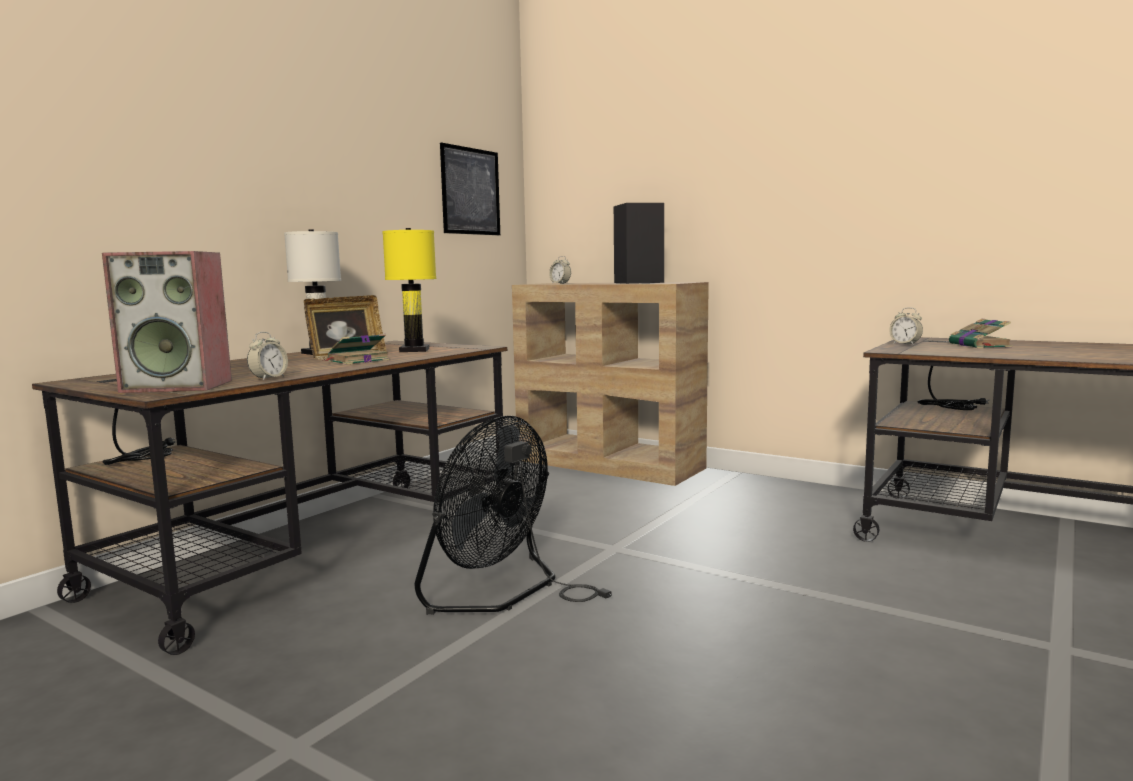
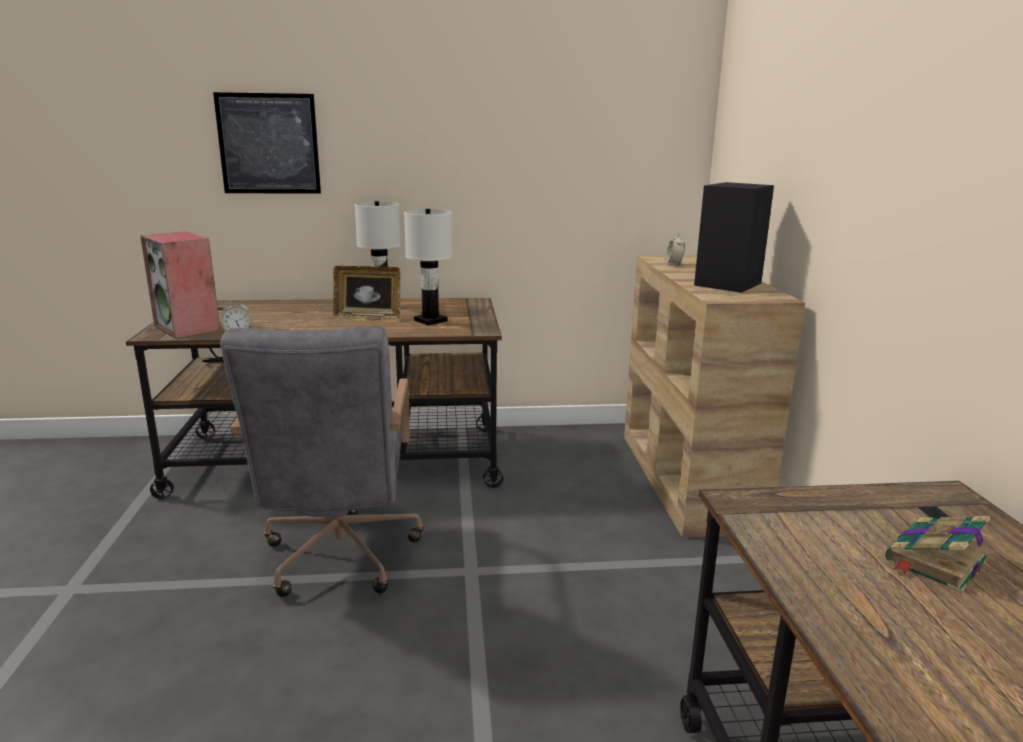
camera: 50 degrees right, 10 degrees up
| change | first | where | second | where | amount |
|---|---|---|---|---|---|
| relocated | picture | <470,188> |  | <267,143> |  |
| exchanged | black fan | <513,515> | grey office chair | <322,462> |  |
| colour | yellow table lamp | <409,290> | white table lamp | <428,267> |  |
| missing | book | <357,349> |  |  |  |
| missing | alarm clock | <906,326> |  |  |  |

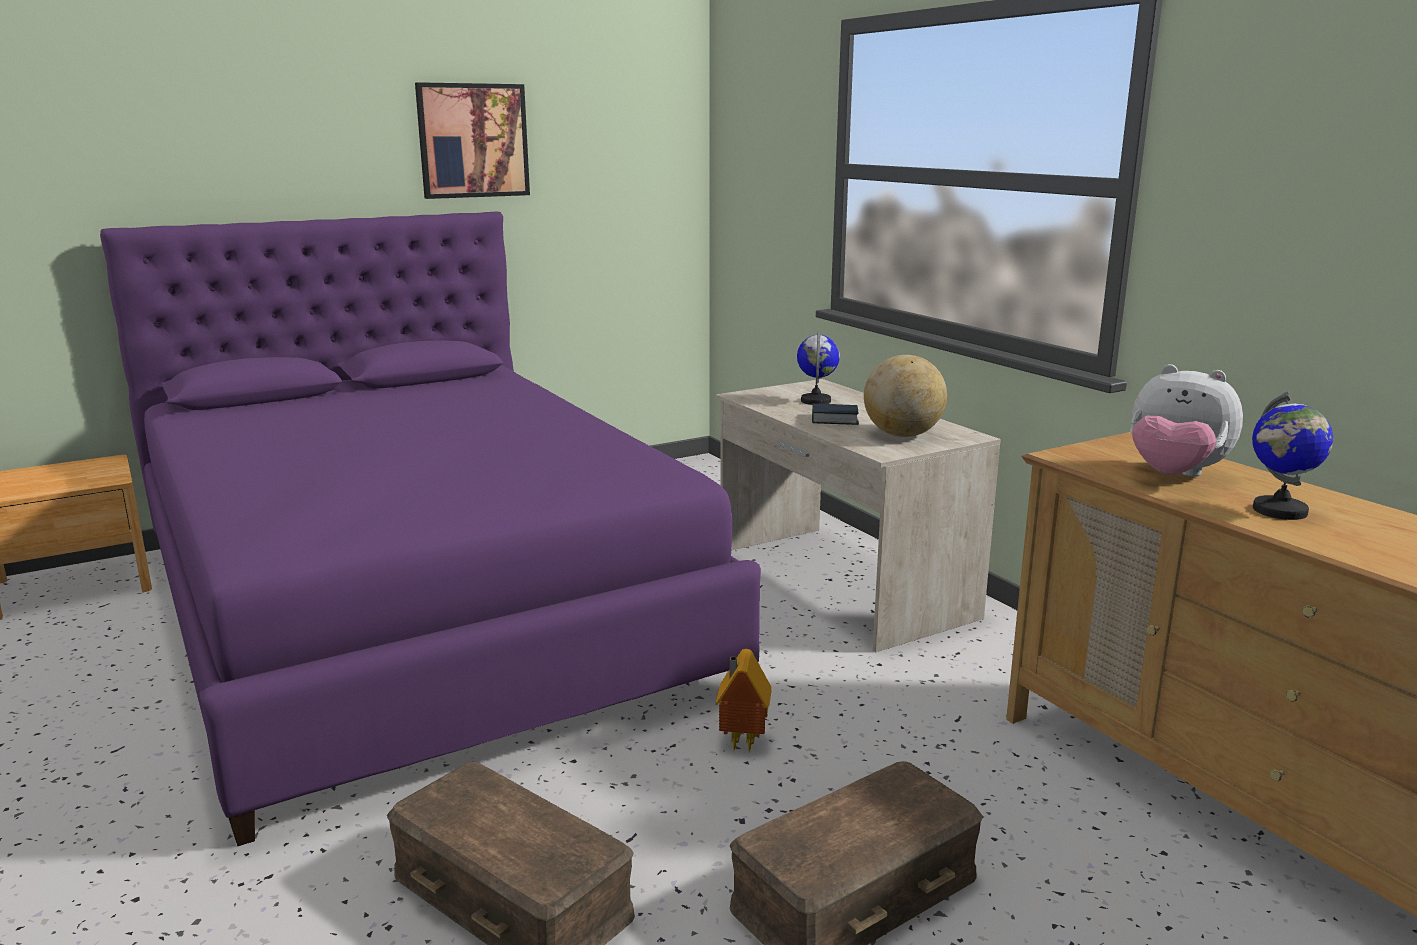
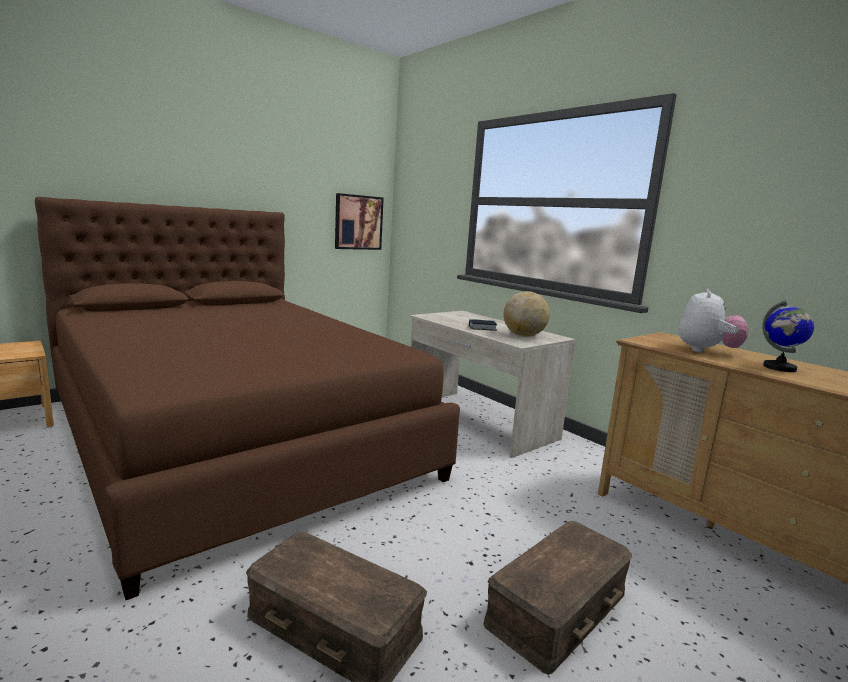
camera: 10 degrees left, 5 degrees down
| change | first | where | second | where | amount |
|---|---|---|---|---|---|
| colour | purple bed | <430,529> | brown bed | <247,398> |  |
| relocated | picture | <472,140> |  | <359,221> |  |
| spun | plush toy | <1186,420> |  | <713,320> | 90 degrees counterclockwise |
| missing | toy house | <743,700> |  |  |  |
| missing | globe | <818,368> |  |  |  |

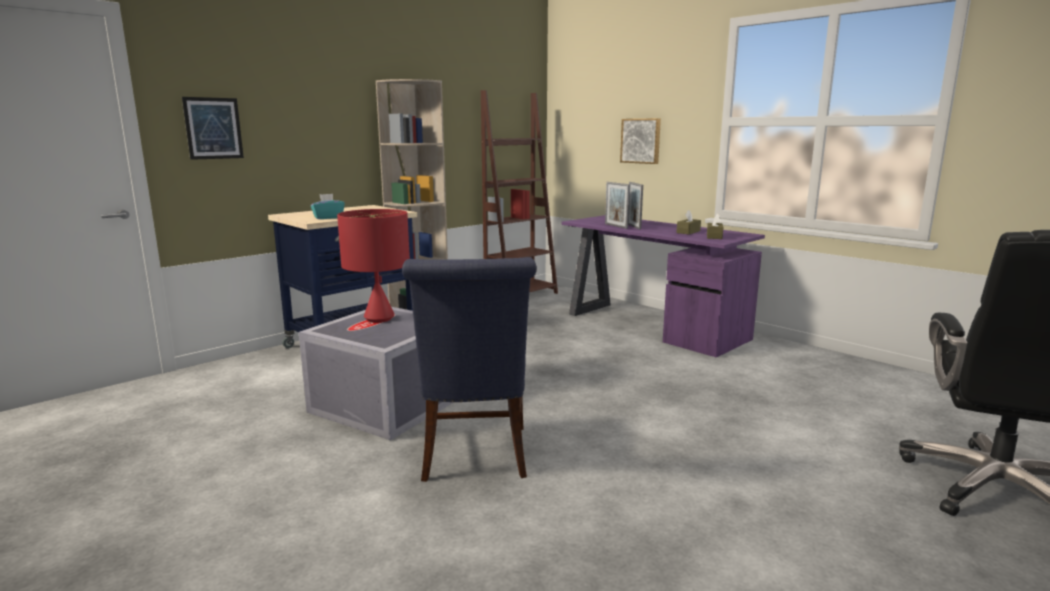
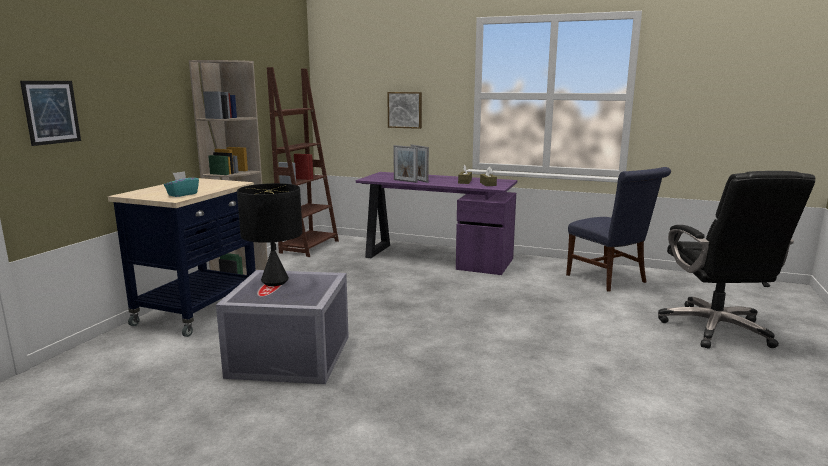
camera: 25 degrees left, 0 degrees up
| change | first | where | second | where | amount |
|---|---|---|---|---|---|
| colour | red table lamp | <373,266> | black table lamp | <269,234> |  |
| relocated | blue chair | <469,369> |  | <618,229> |  |

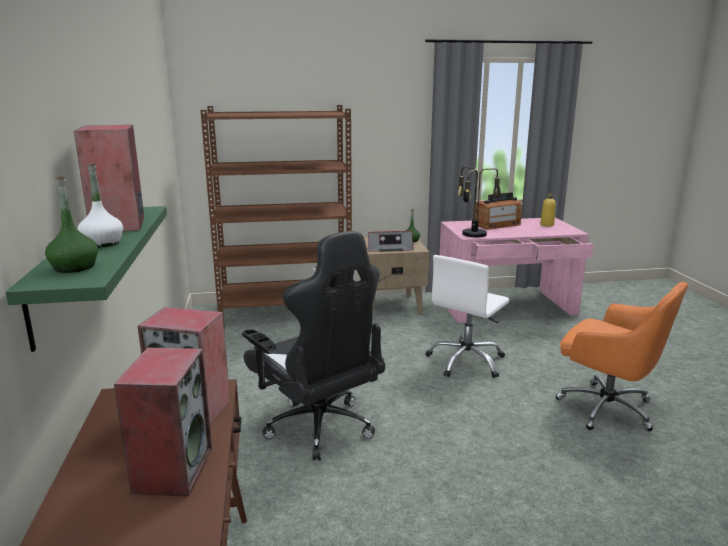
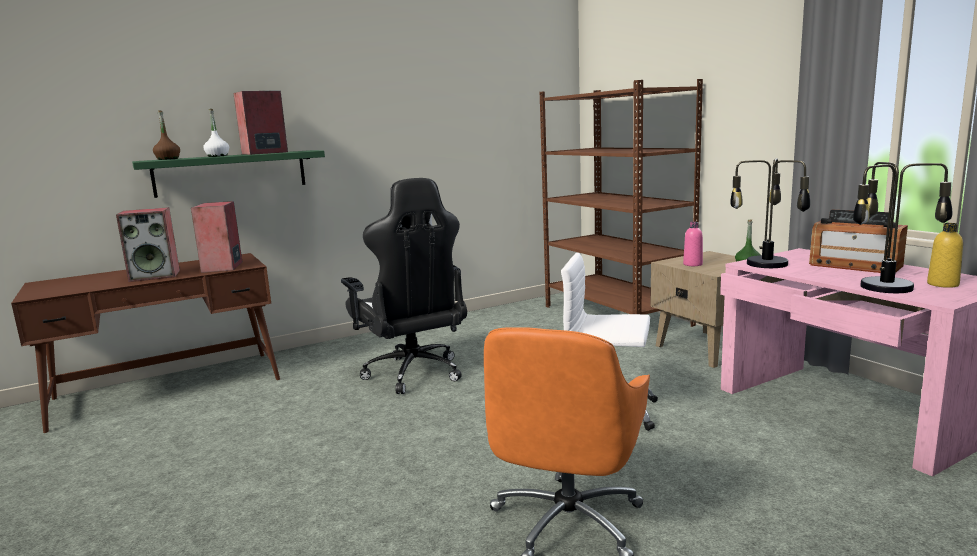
camera: 70 degrees right, 5 degrees down
| change | first | where | second | where | amount |
|---|---|---|---|---|---|
| colour | green bottle | <71,225> | brown bottle | <166,135> |  |
| spun | black office chair | <313,346> |  | <404,286> | 60 degrees counterclockwise |
| exchanged | radio | <391,241> | pink bottle | <693,244> |  |
| appeared |  |  | table lamp | <902,227> |  |

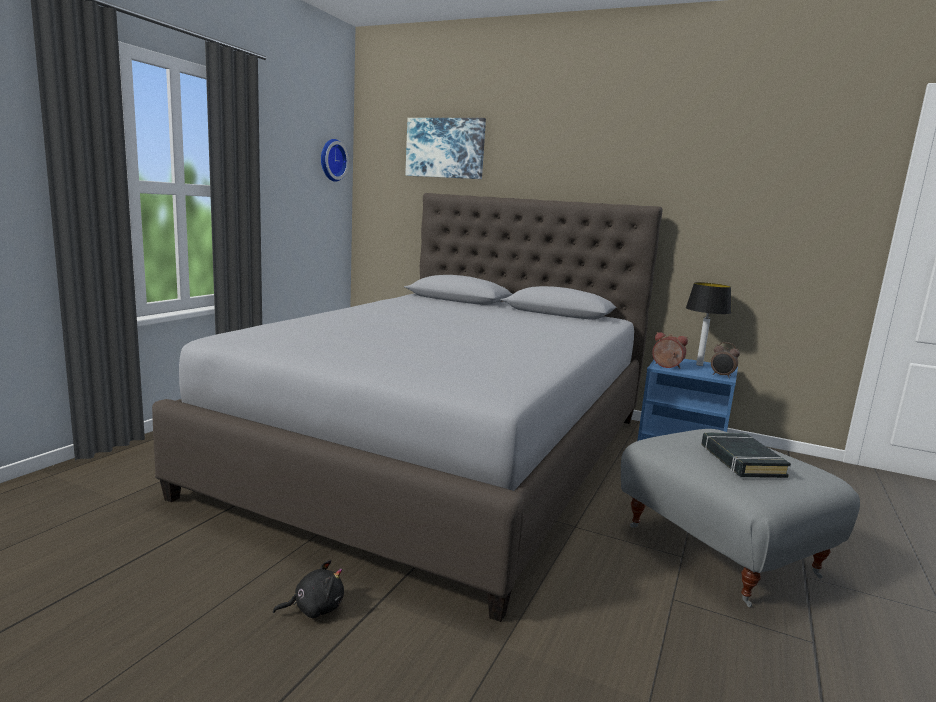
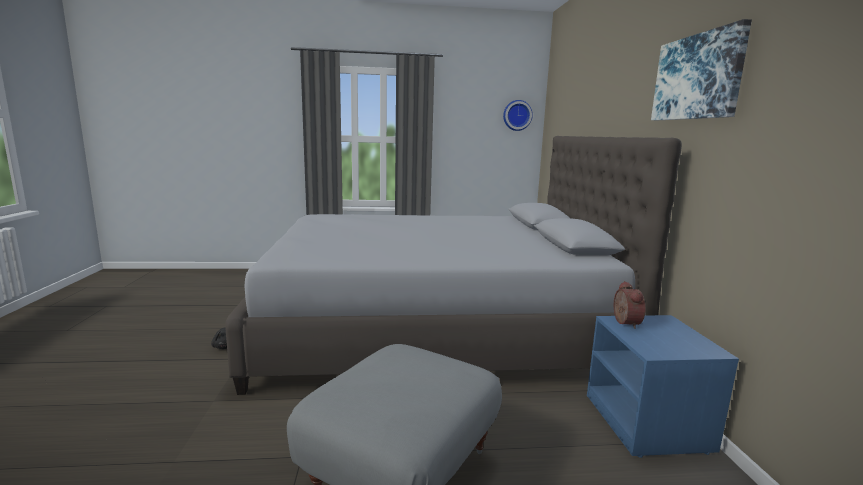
camera: 60 degrees right, 0 degrees up
| change | first | where | second | where | amount |
|---|---|---|---|---|---|
| relocated | picture | <445,148> |  | <701,69> |  |
| missing | table lamp | <709,324> |  |  |  |
| missing | black book | <746,455> |  |  |  |
| missing | alarm clock | <725,360> |  |  |  |

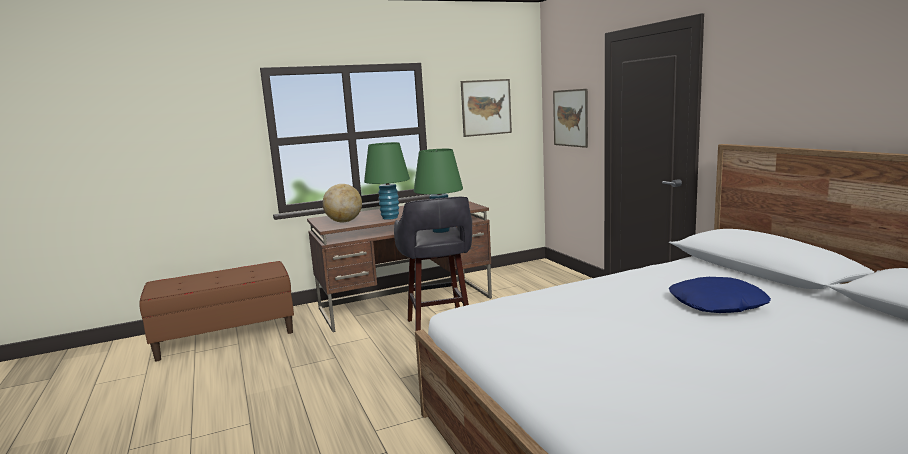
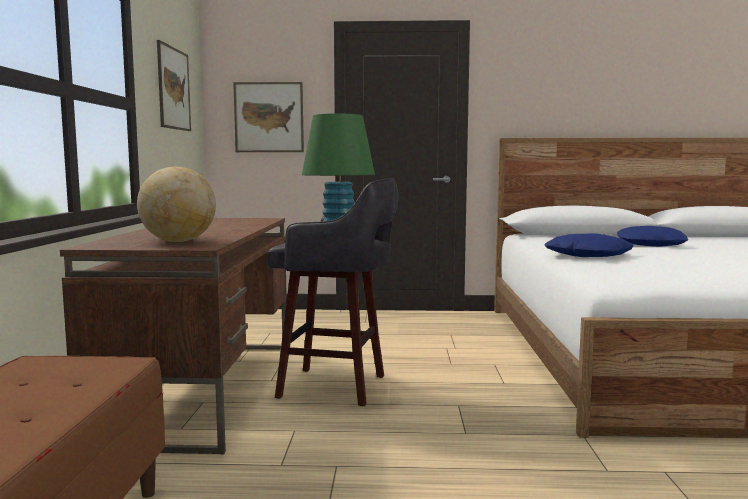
camera: 65 degrees left, 5 degrees down
| change | first | where | second | where | amount |
|---|---|---|---|---|---|
| appeared |  |  | blue pillow | <589,245> |  |
| missing | green table lamp | <387,181> |  |  |  |

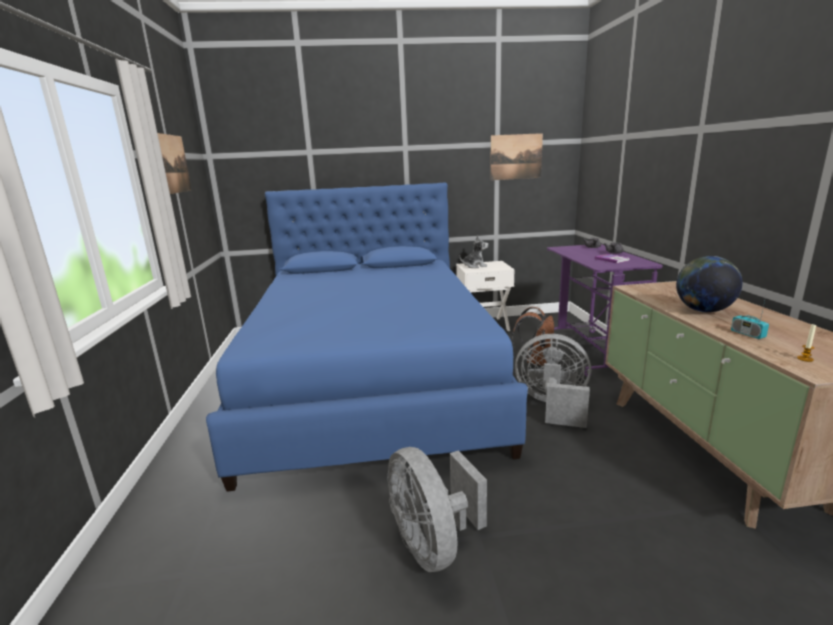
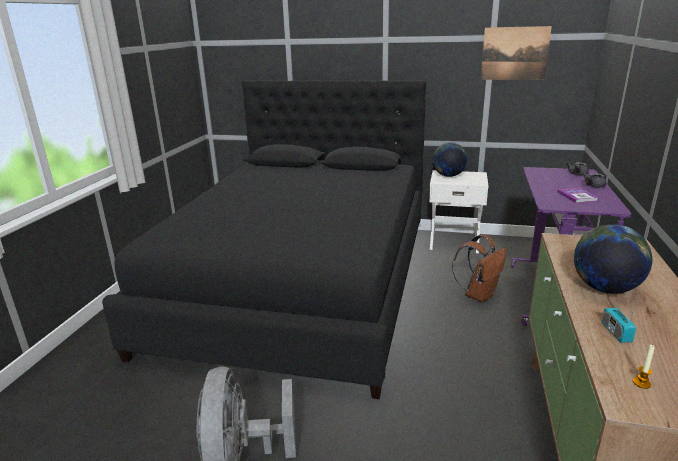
camera: 20 degrees right, 5 degrees up
| change | first | where | second | where | amount |
|---|---|---|---|---|---|
| colour | blue bed | <367,337> | black bed | <264,239> |  |
| exchanged | plush toy | <474,252> | globe | <450,159> |  |
| missing | picture | <174,163> |  |  |  |
| missing | grey fan | <553,381> |  |  |  |

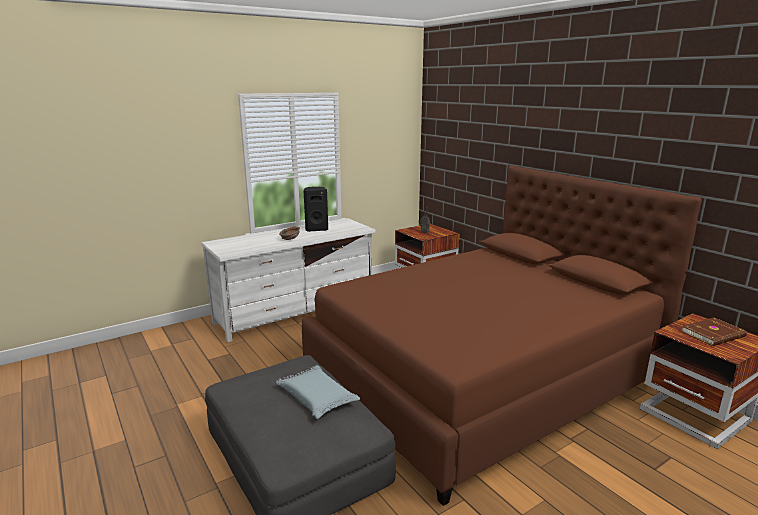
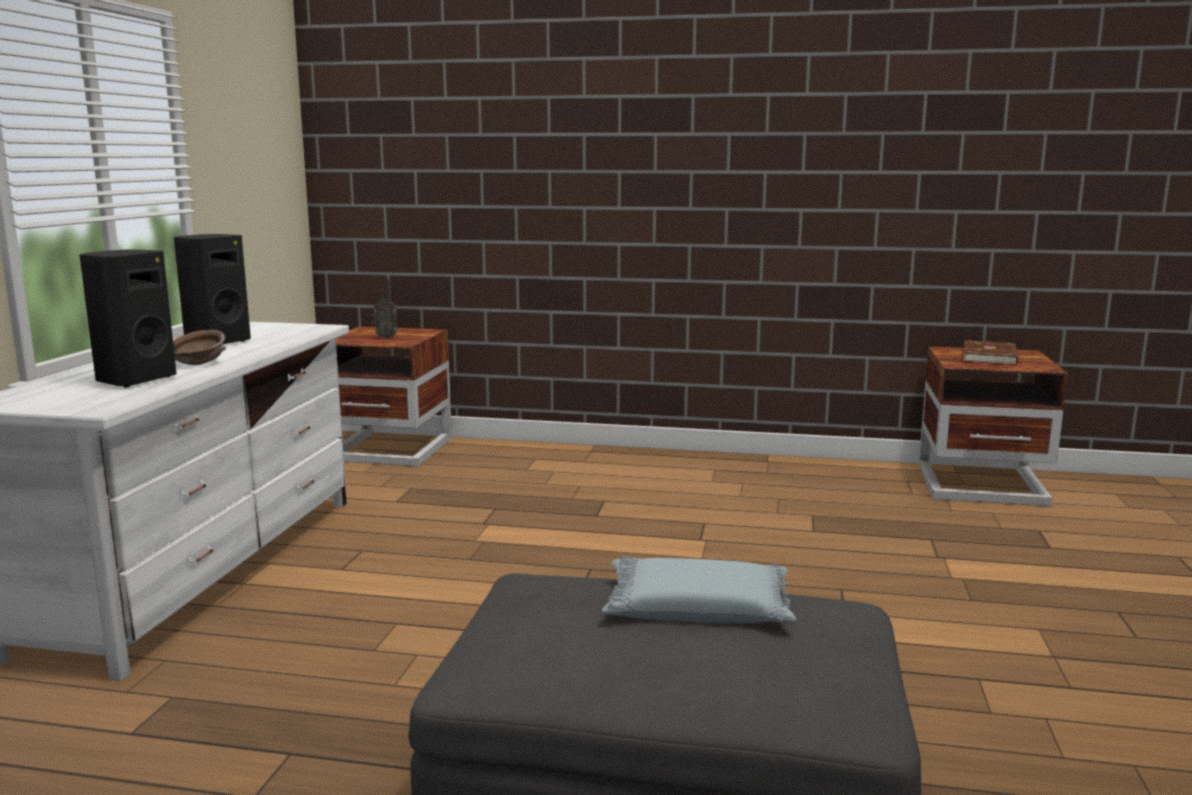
camera: 45 degrees left, 5 degrees down
| change | first | where | second | where | amount |
|---|---|---|---|---|---|
| appeared |  |  | black speaker | <128,318> |  |
| missing | brown bed | <502,336> |  |  |  |

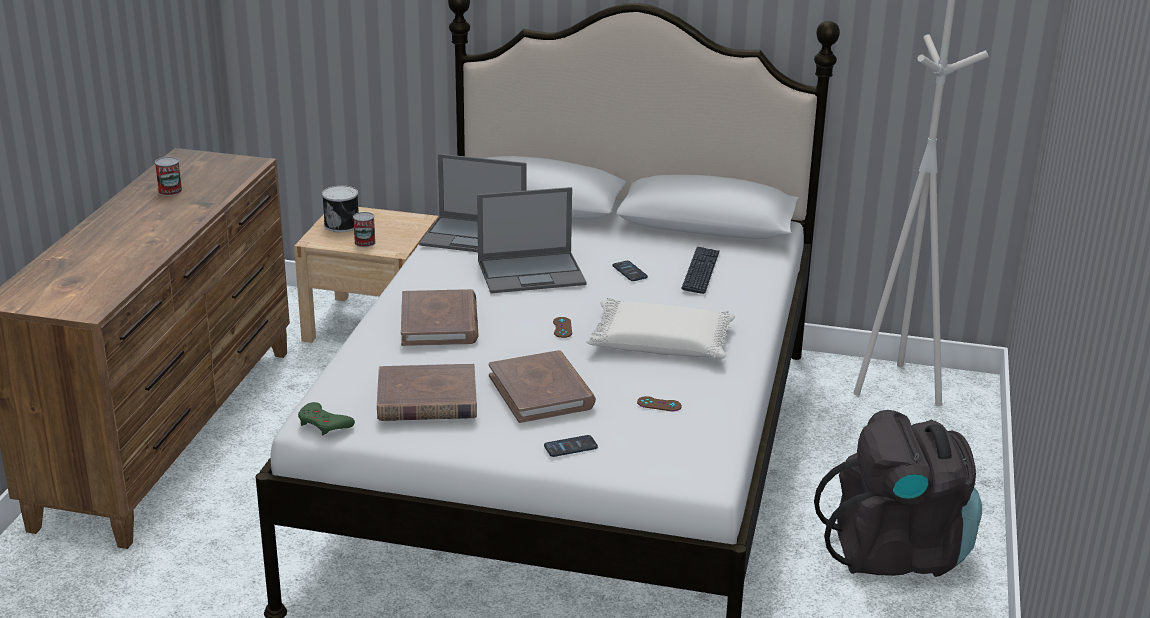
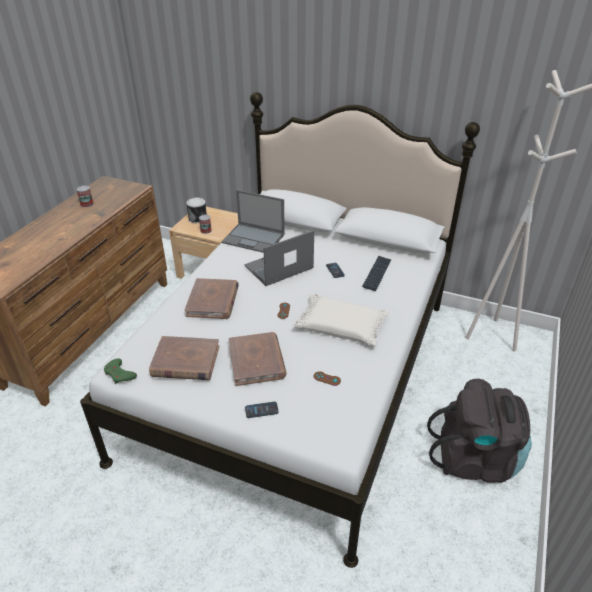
camera: 10 degrees right, 10 degrees up
| change | first | where | second | where | amount |
|---|---|---|---|---|---|
| spun | laptop | <532,240> |  | <279,258> | 150 degrees clockwise |

